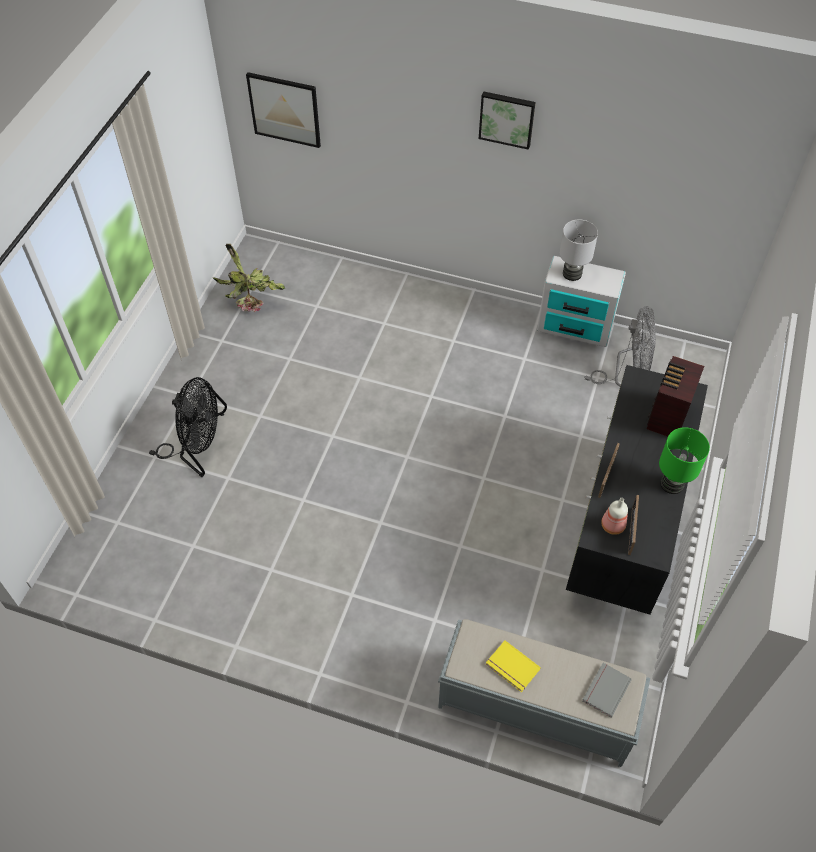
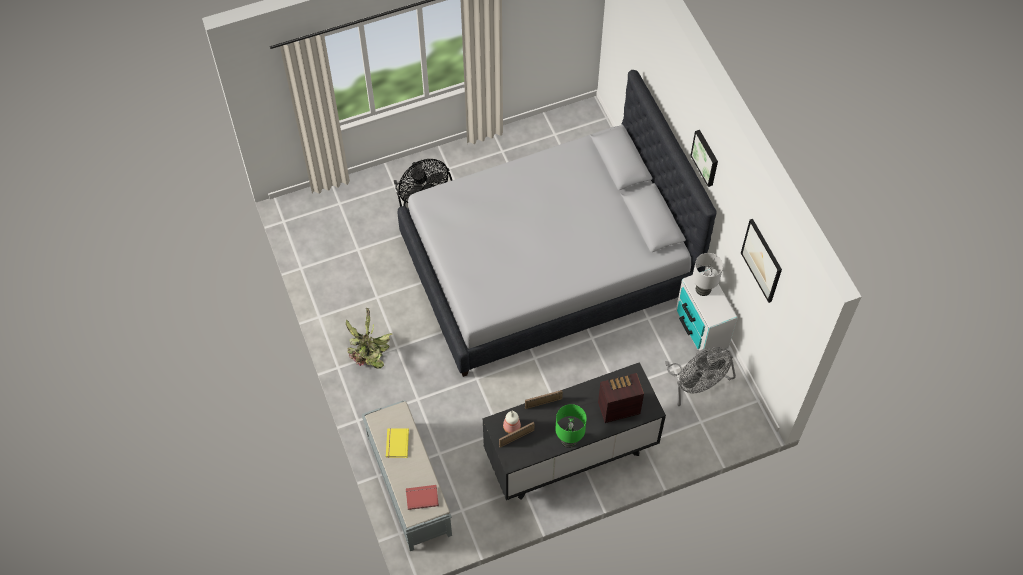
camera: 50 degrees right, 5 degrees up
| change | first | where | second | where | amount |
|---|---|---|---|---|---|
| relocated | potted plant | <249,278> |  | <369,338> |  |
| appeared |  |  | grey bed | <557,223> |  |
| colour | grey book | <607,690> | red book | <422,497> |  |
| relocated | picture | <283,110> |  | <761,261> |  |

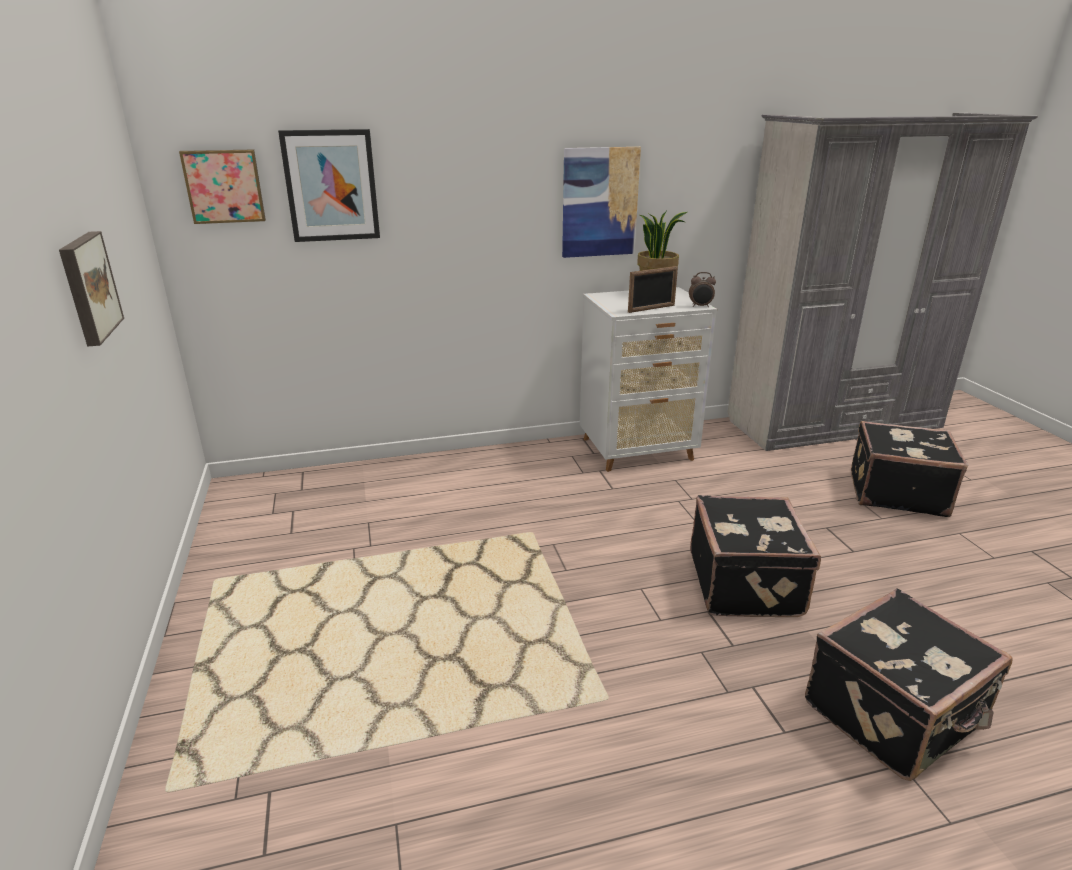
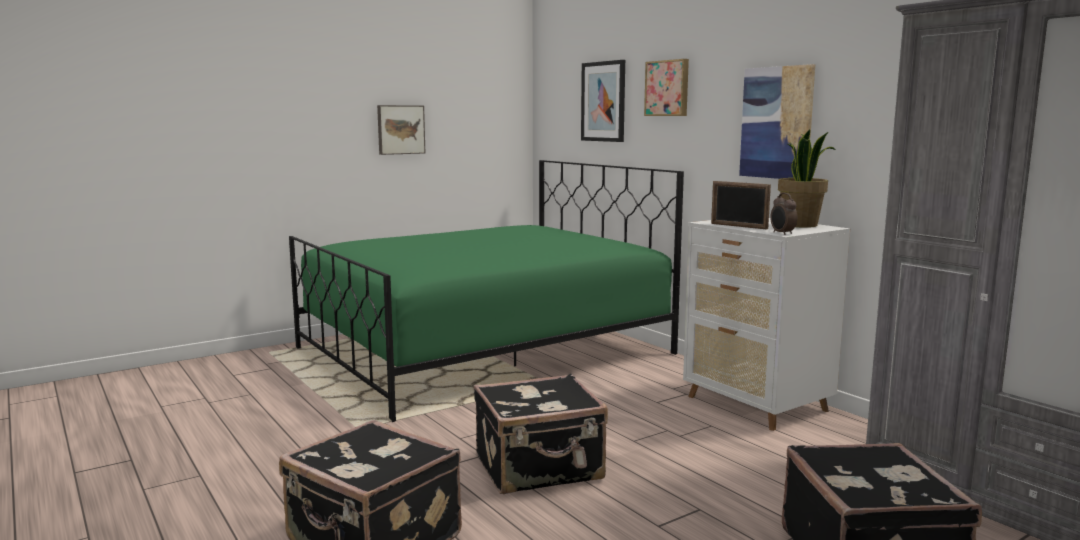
camera: 70 degrees right, 15 degrees down
| change | first | where | second | where | amount |
|---|---|---|---|---|---|
| appeared |  |  | green bed | <486,291> |  |
| relocated | picture | <222,186> |  | <666,87> |  |

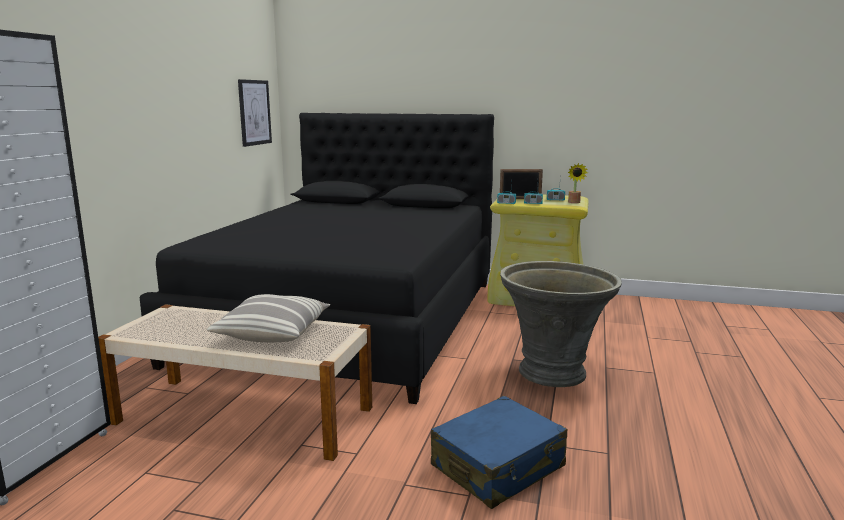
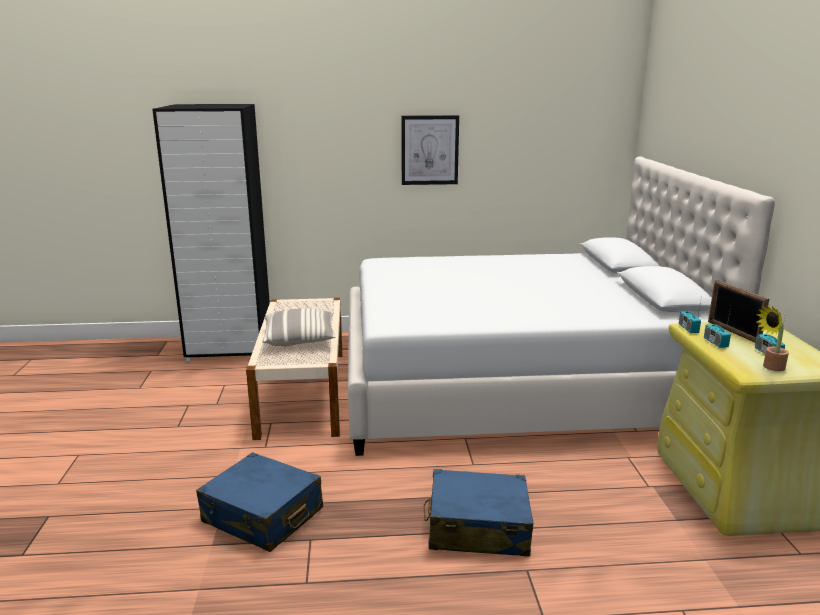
camera: 70 degrees right, 5 degrees up
| change | first | where | second | where | amount |
|---|---|---|---|---|---|
| colour | black bed | <317,258> | white bed | <561,306> |  |
| relocated | picture | <255,113> |  | <430,150> |  |
| exchanged | grey planter | <561,324> | blue suitcase | <478,513> |  |

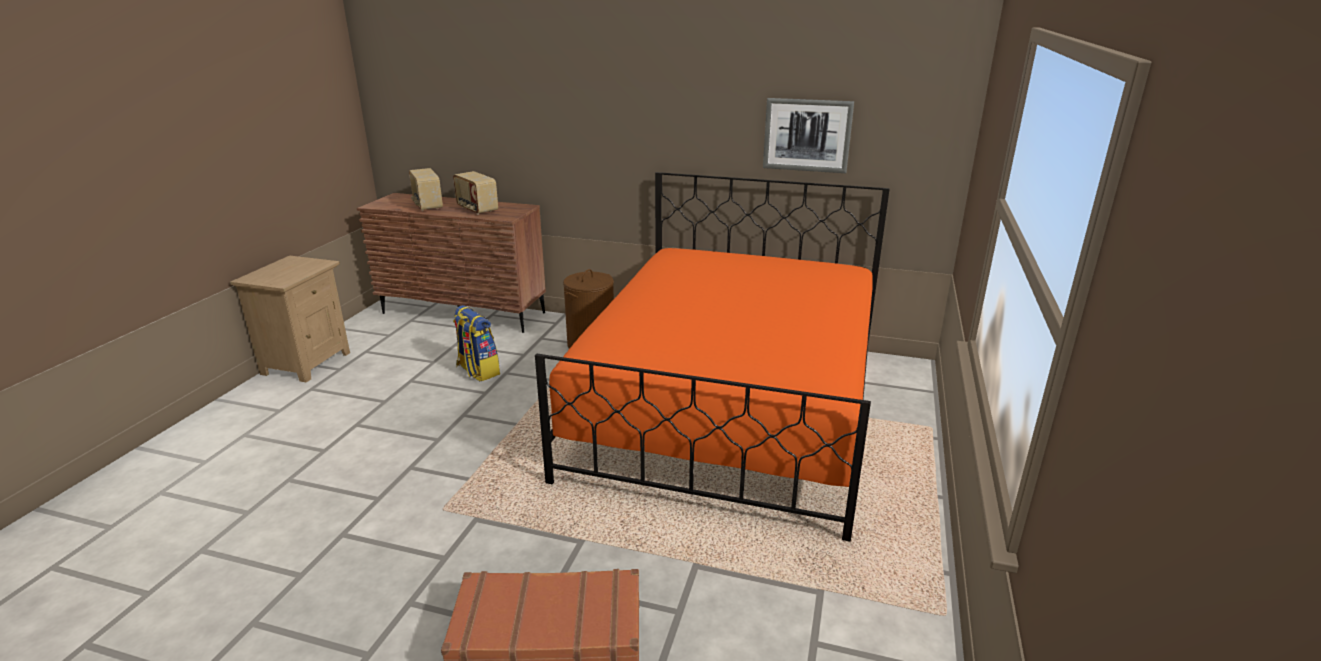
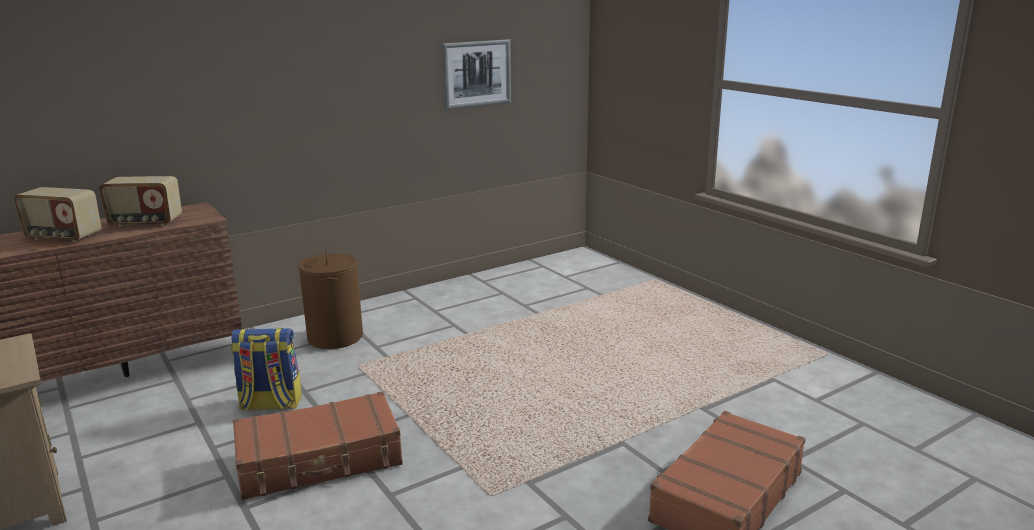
camera: 50 degrees left, 5 degrees down
| change | first | where | second | where | amount |
|---|---|---|---|---|---|
| appeared |  |  | brown suitcase | <318,445> |  |
| missing | orange bed | <712,357> |  |  |  |

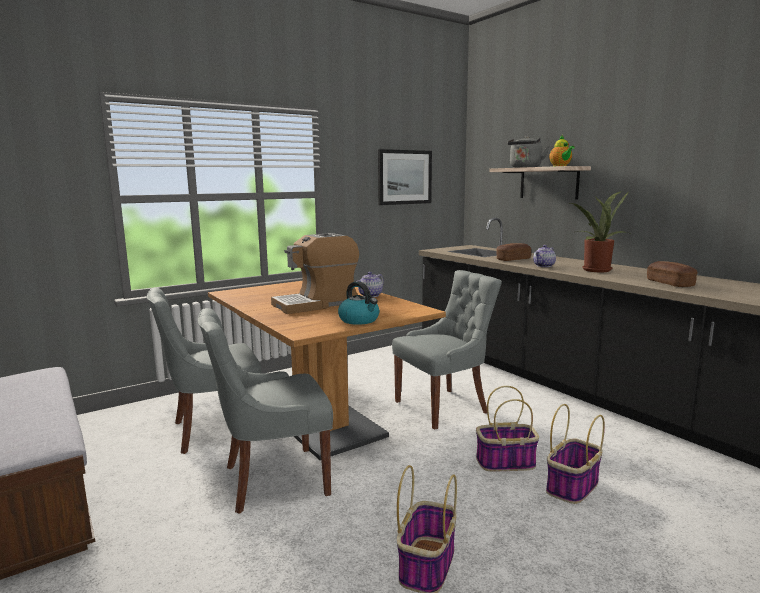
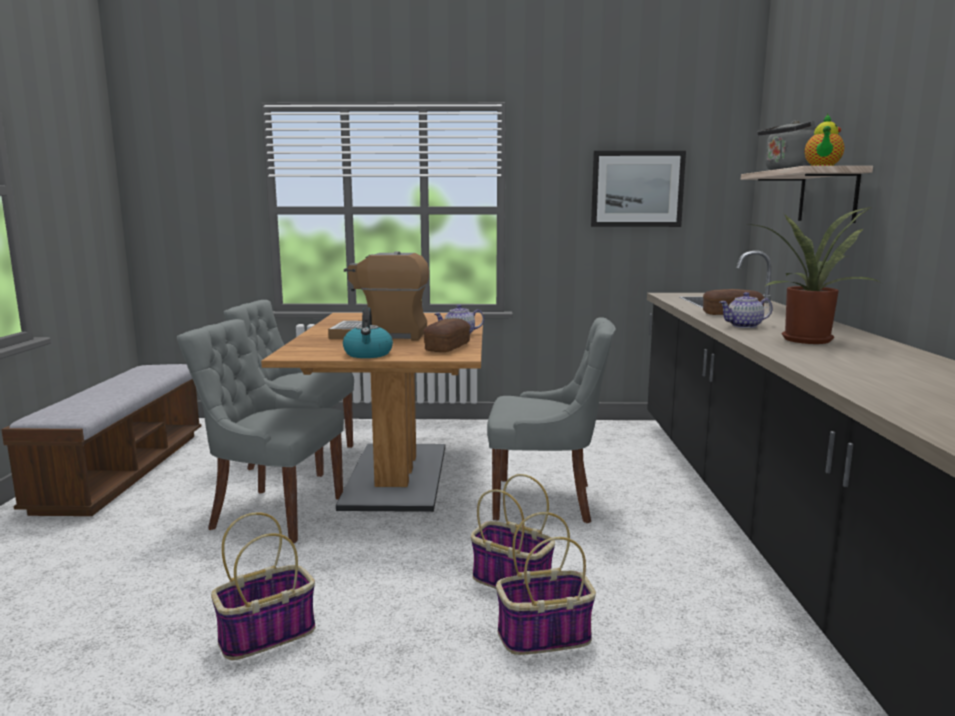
camera: 35 degrees right, 0 degrees up
| change | first | where | second | where | amount |
|---|---|---|---|---|---|
| relocated | bread | <672,274> |  | <446,335> |  |

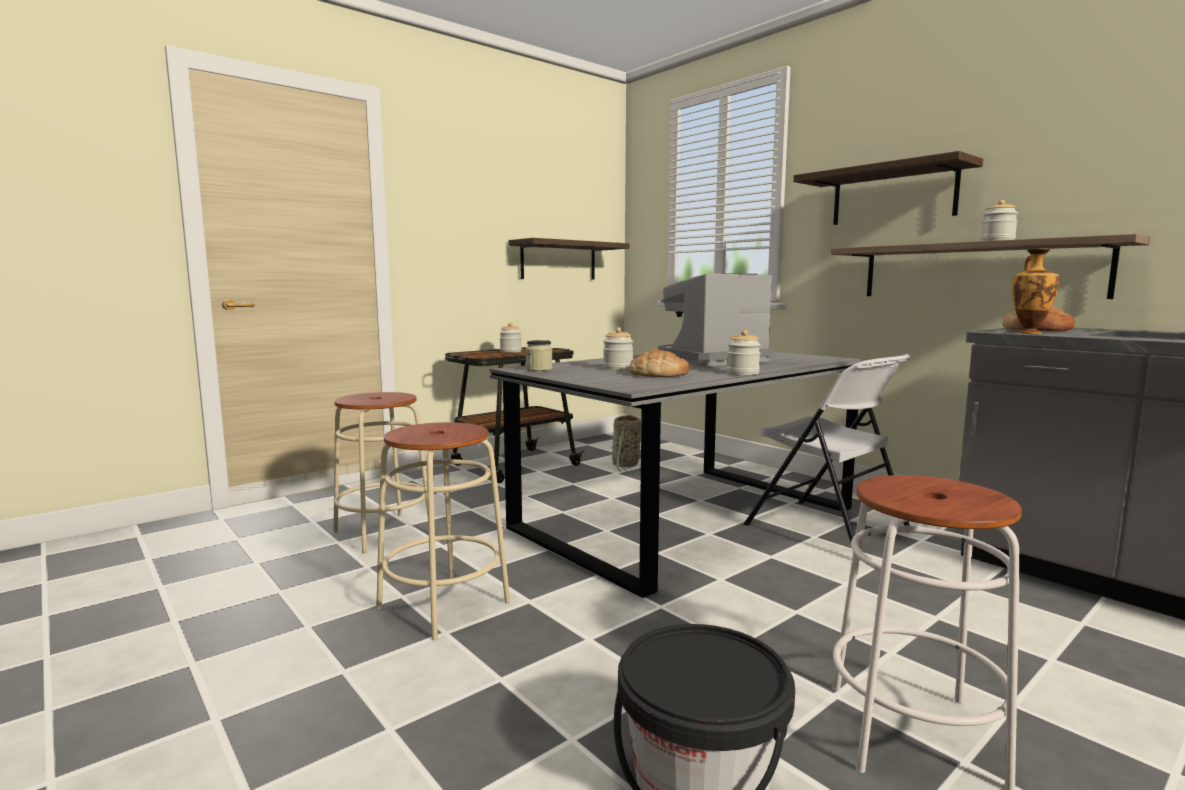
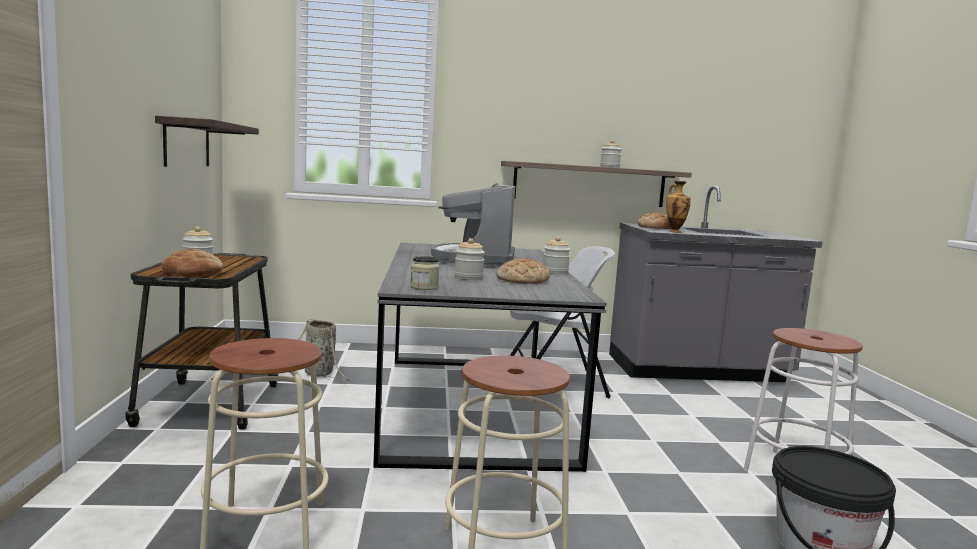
camera: 55 degrees left, 0 degrees up
| change | first | where | second | where | amount |
|---|---|---|---|---|---|
| appeared |  |  | bread | <193,262> |  |
| missing | shelf | <888,188> |  |  |  |

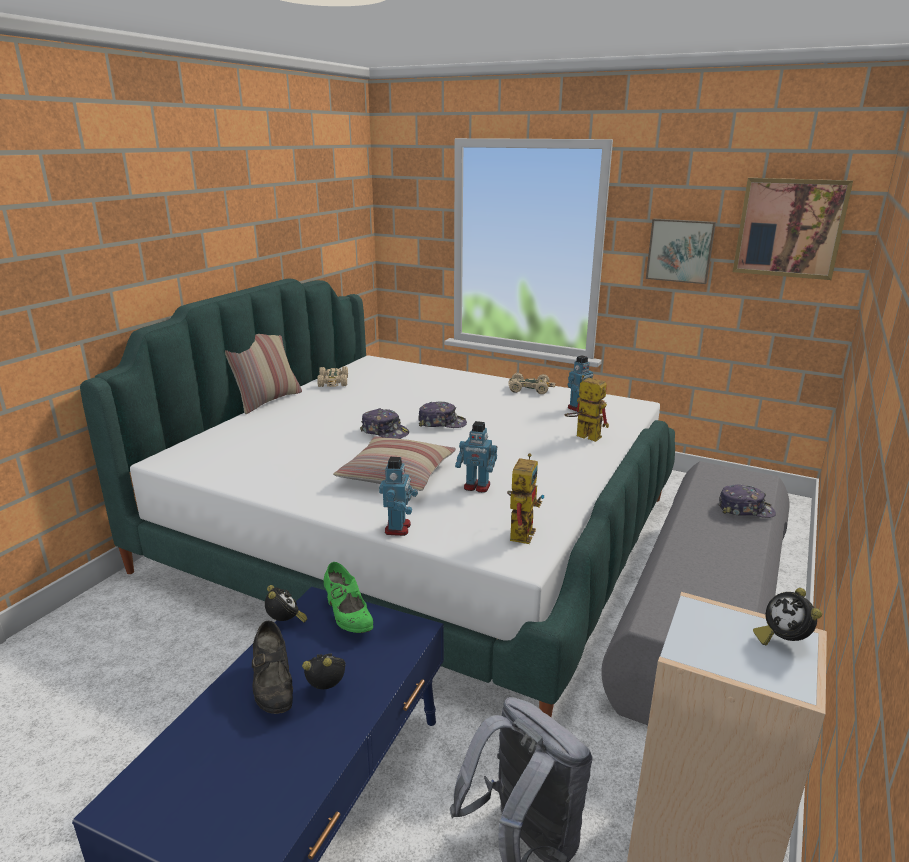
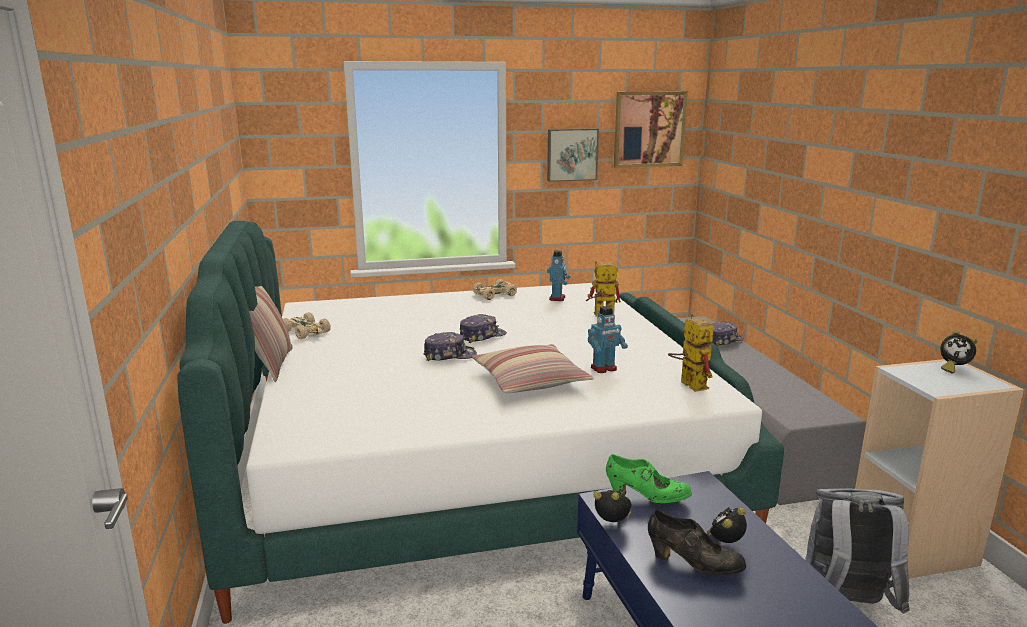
camera: 40 degrees left, 5 degrees down
| change | first | where | second | where | amount |
|---|---|---|---|---|---|
| missing | toy robot | <398,496> |  |  |  |

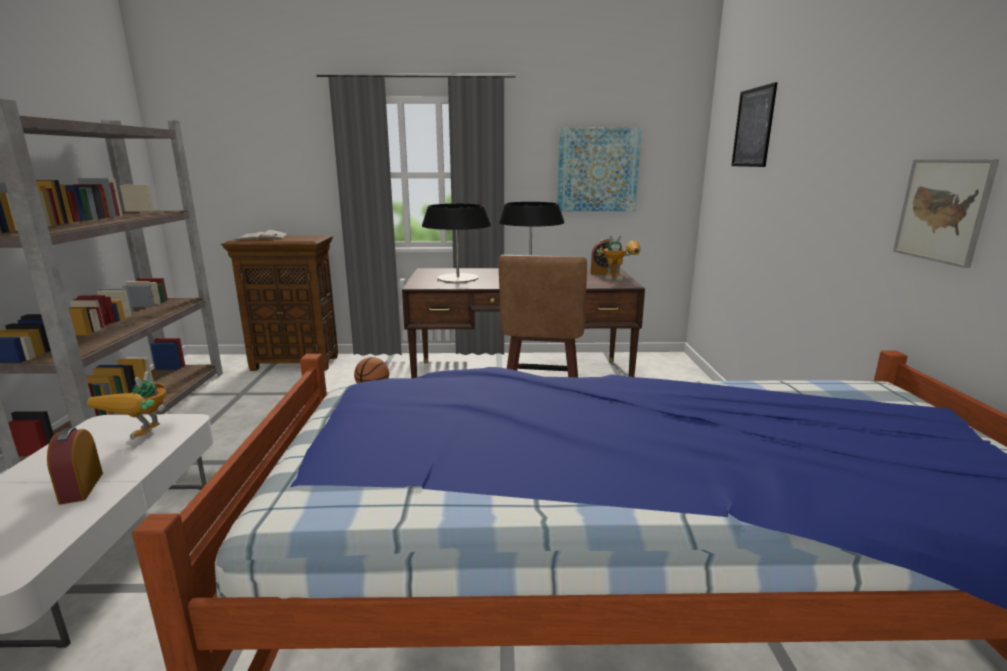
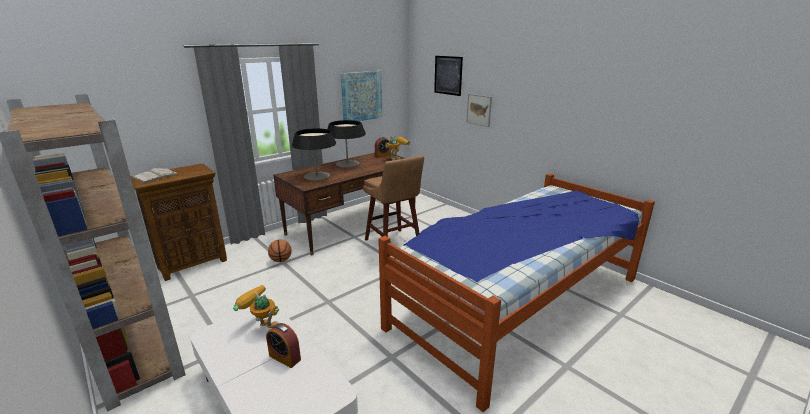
camera: 40 degrees left, 5 degrees up
| change | first | where | second | where | amount |
|---|---|---|---|---|---|
| spun | toy robot | <127,405> |  | <256,306> | 150 degrees clockwise |
| relocated | picture | <946,213> |  | <479,110> |  |

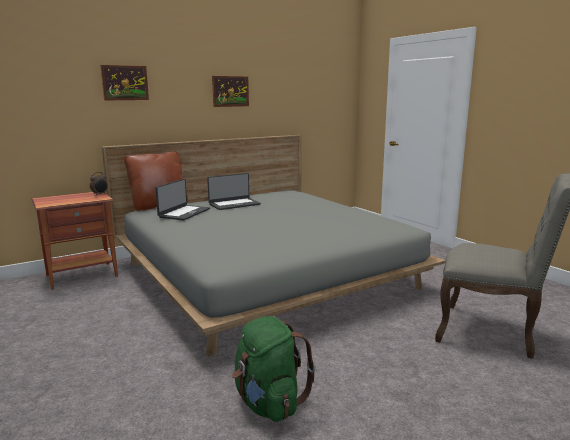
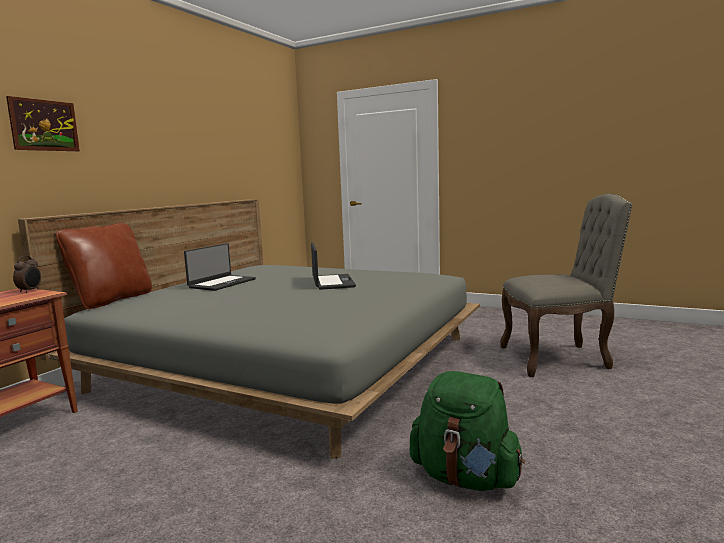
camera: 30 degrees left, 5 degrees down
| change | first | where | second | where | amount |
|---|---|---|---|---|---|
| relocated | laptop | <182,199> |  | <333,266> |  |
| missing | picture | <230,91> |  |  |  |

